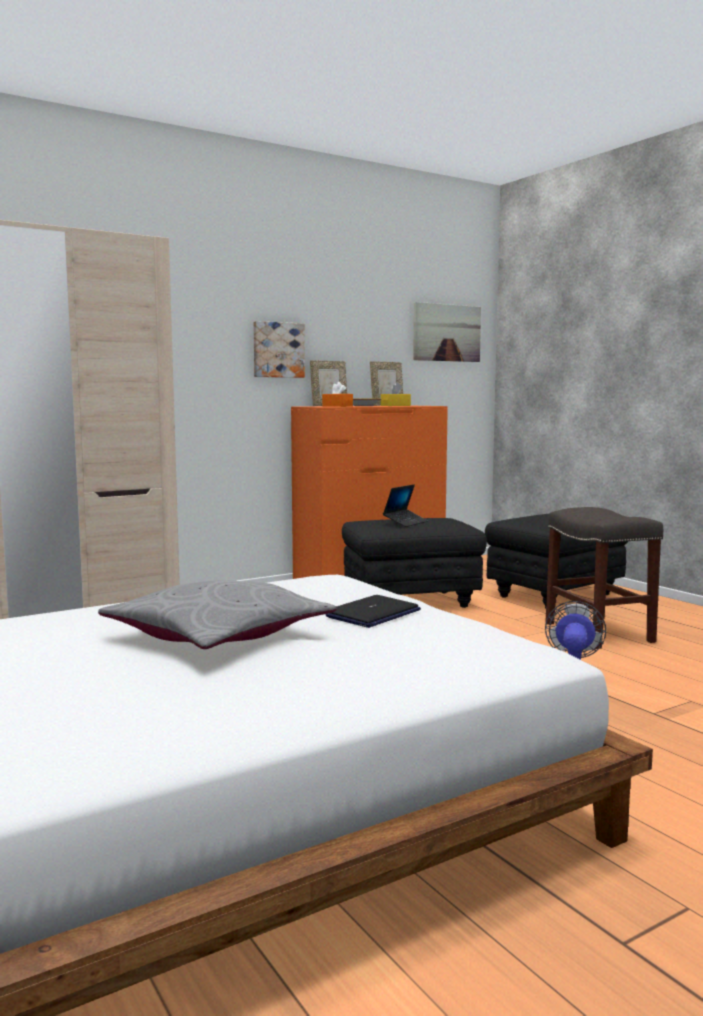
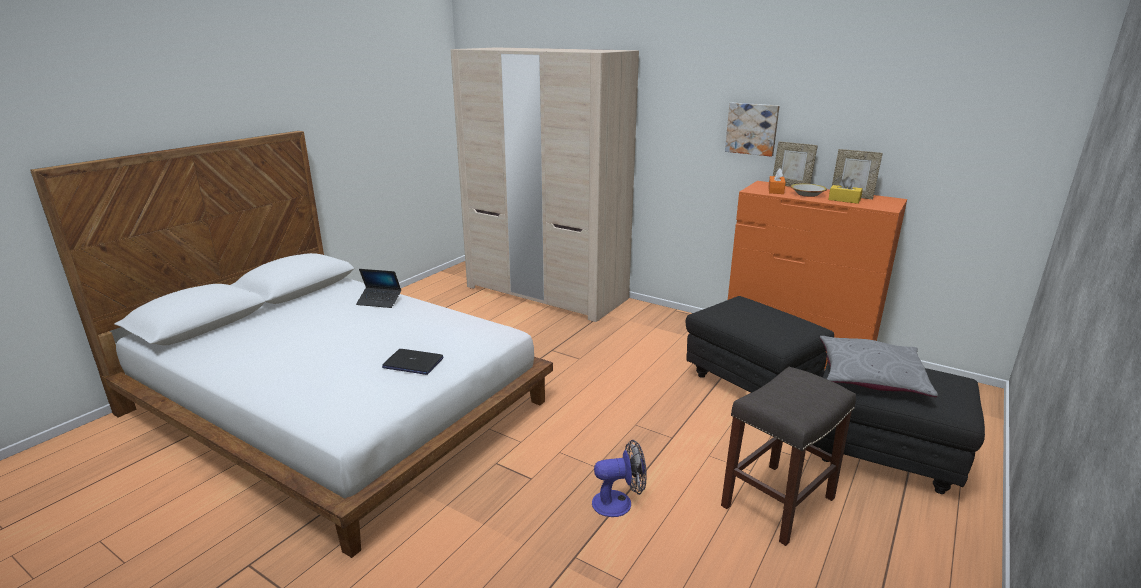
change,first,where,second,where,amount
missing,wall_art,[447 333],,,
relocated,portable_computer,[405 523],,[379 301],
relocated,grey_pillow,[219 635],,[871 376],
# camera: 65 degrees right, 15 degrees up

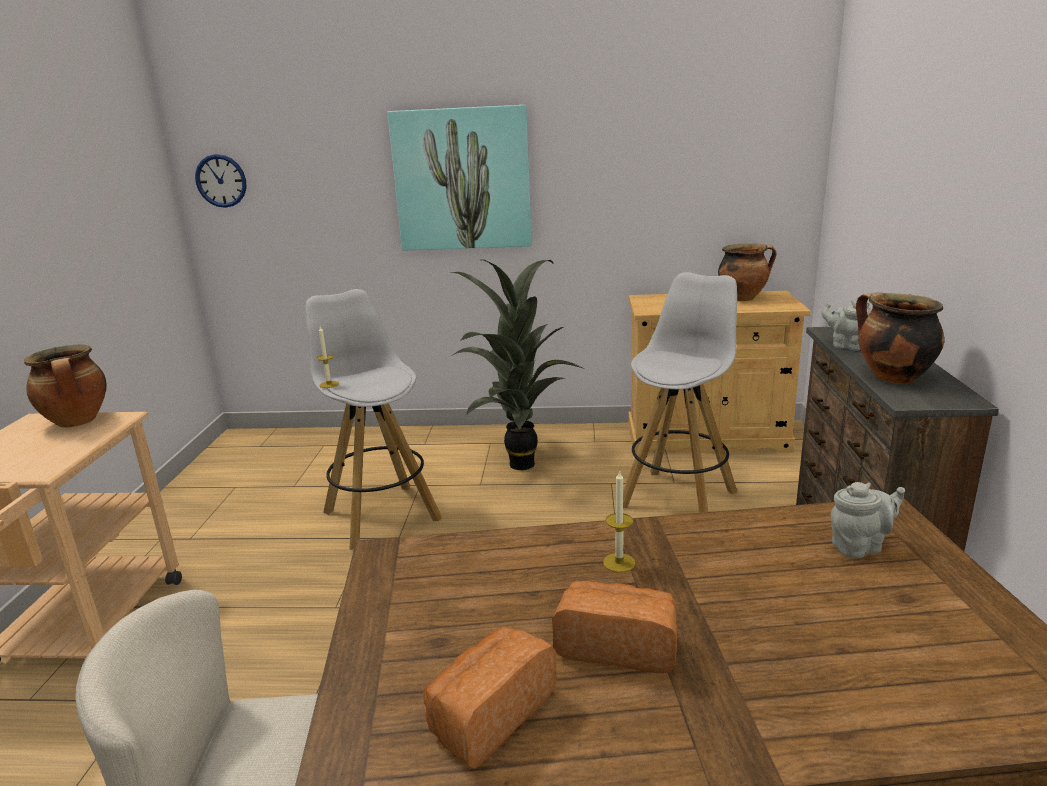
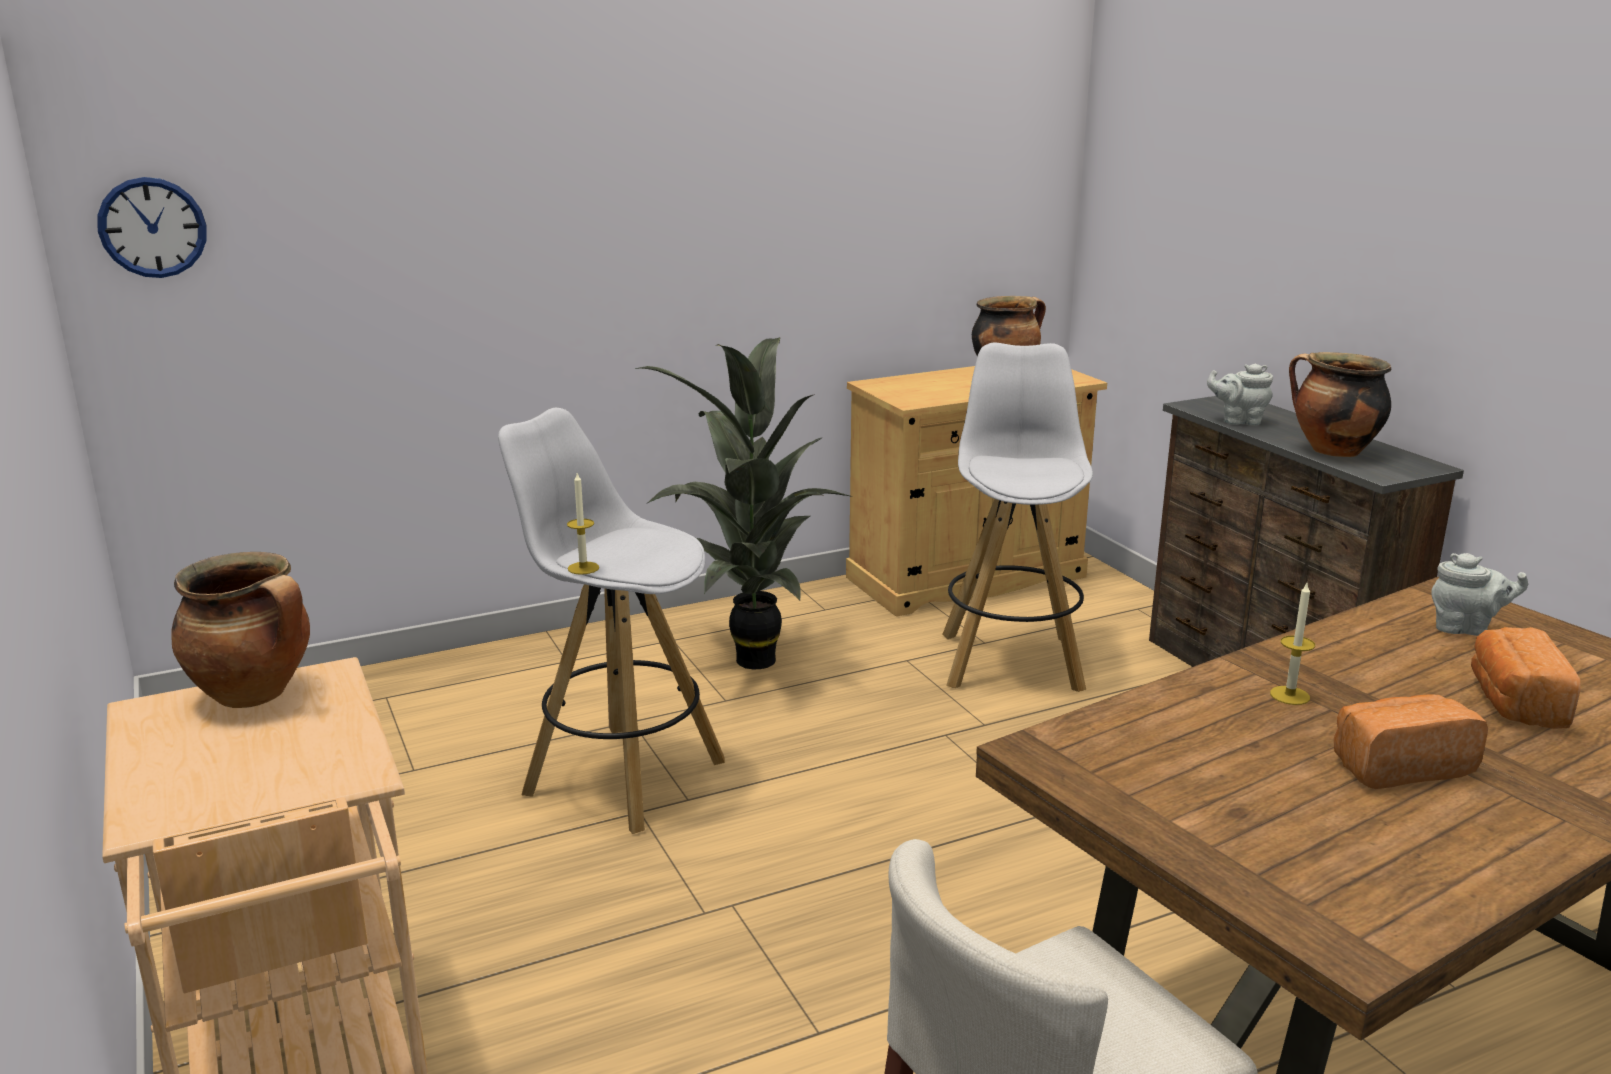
change,first,where,second,where,amount
missing,wall_art,[462 179],,,
spun,grey_teapot,[860 546],,[1466 629],60 degrees clockwise
relocated,bread,[489 714],,[1513 703],
# camera: 30 degrees left, 0 degrees up

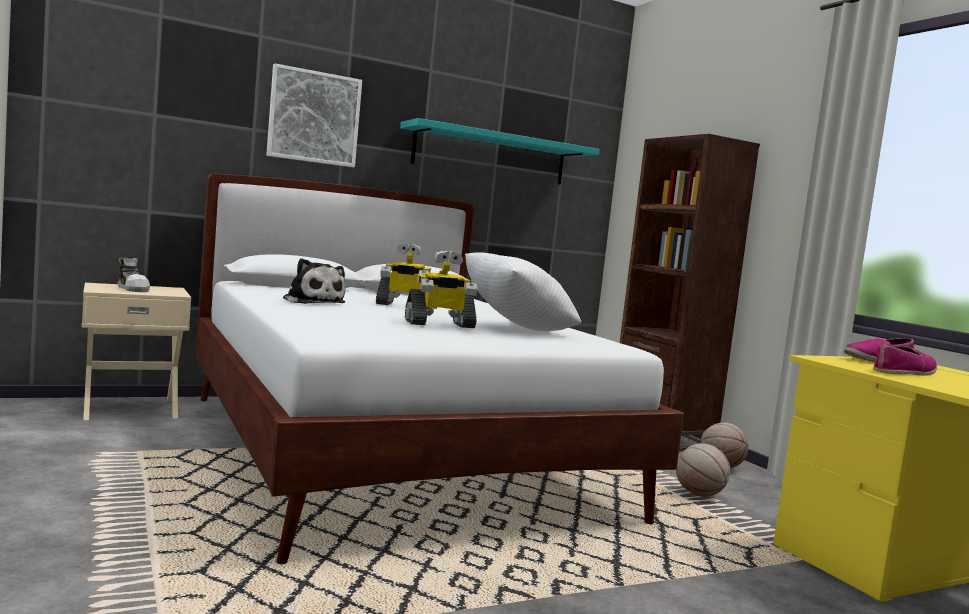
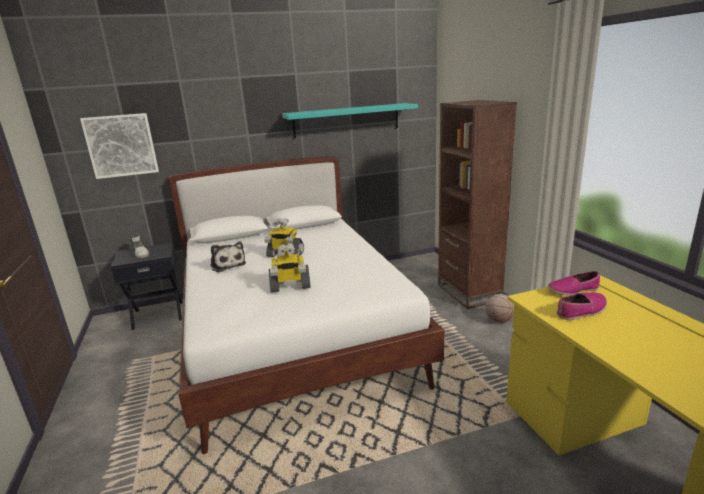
change,first,where,second,where,amount
relocated,wall_art,[314 117],,[121 145],
missing,whitish_pillow,[516 329],,,
colour,sand-coloured_night_table,[130 408],black_night_table,[158 314],
missing,ball_for_basketball,[699 495],,,
# camera: 10 degrees right, 15 degrees up

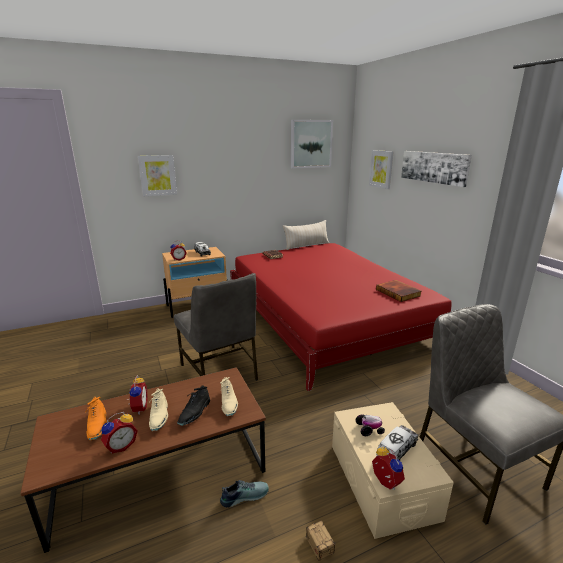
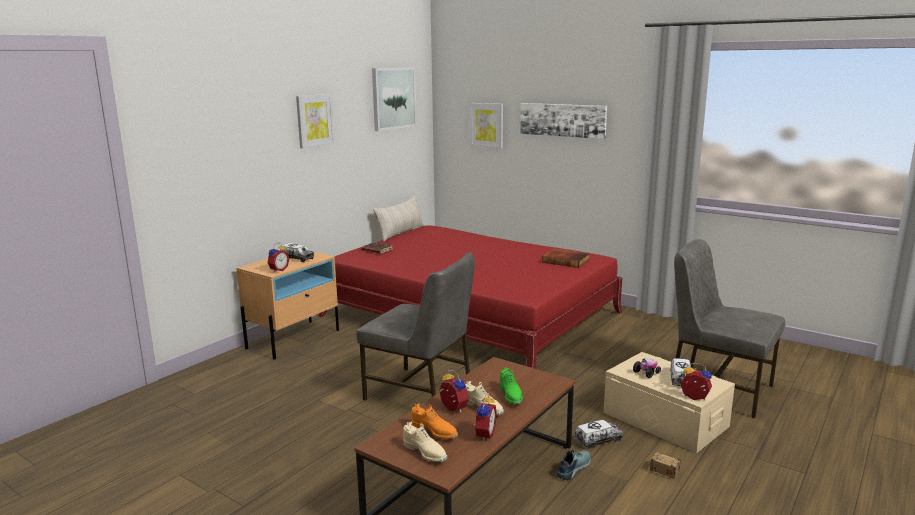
change,first,where,second,where,amount
relocated,wall_art,[157 175],,[314 120],
relocated,sand-coloured_low_shoe,[229 403],,[425 453],
colour,black_low_shoe,[195 413],greenish_low_shoe,[511 396],
appeared,,,toy_lorry,[598 440],
# camera: 30 degrees left, 5 degrees down

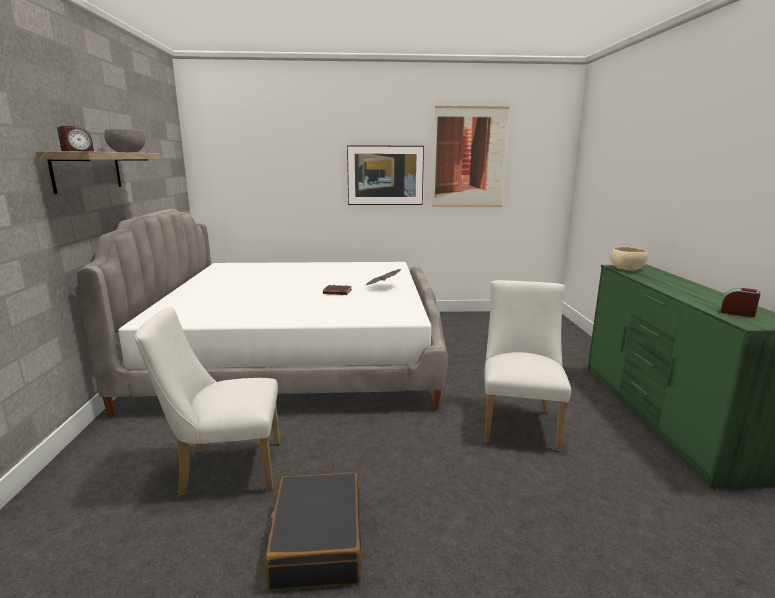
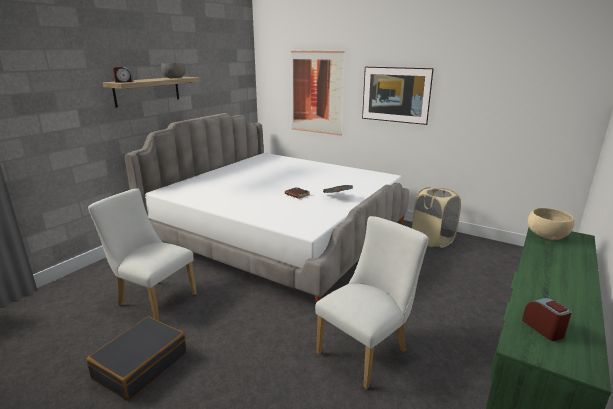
change,first,where,second,where,amount
relocated,wall_art,[469 157],,[316 92],
appeared,,,sand-coloured_washing_basket,[433 240],
# camera: 35 degrees right, 5 degrees up

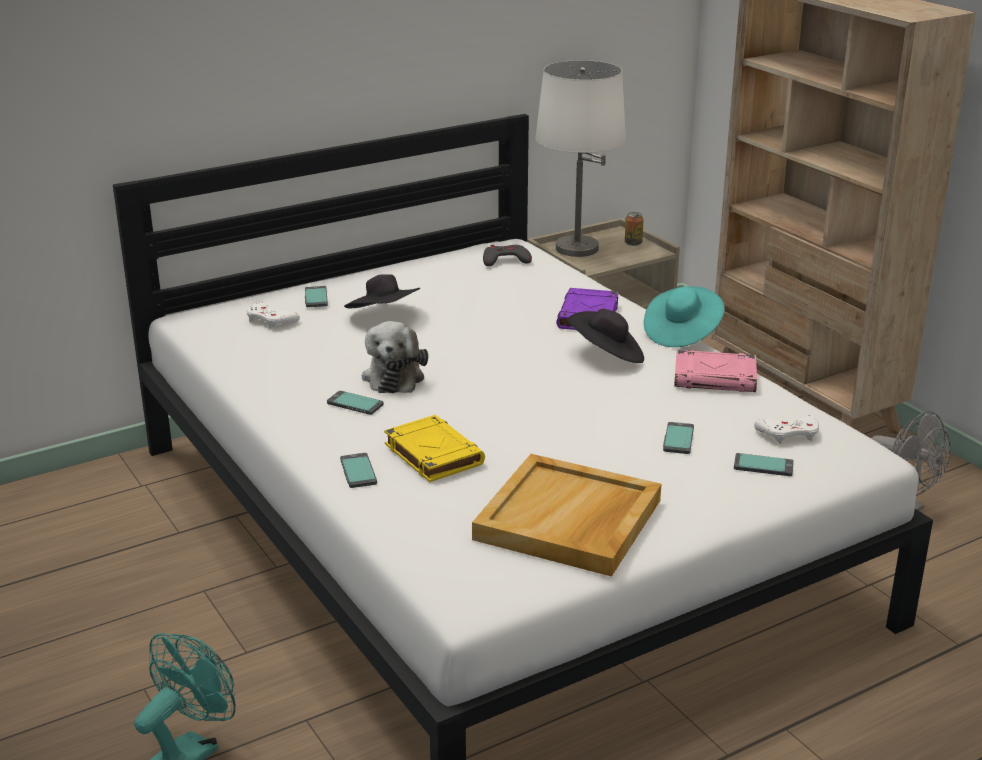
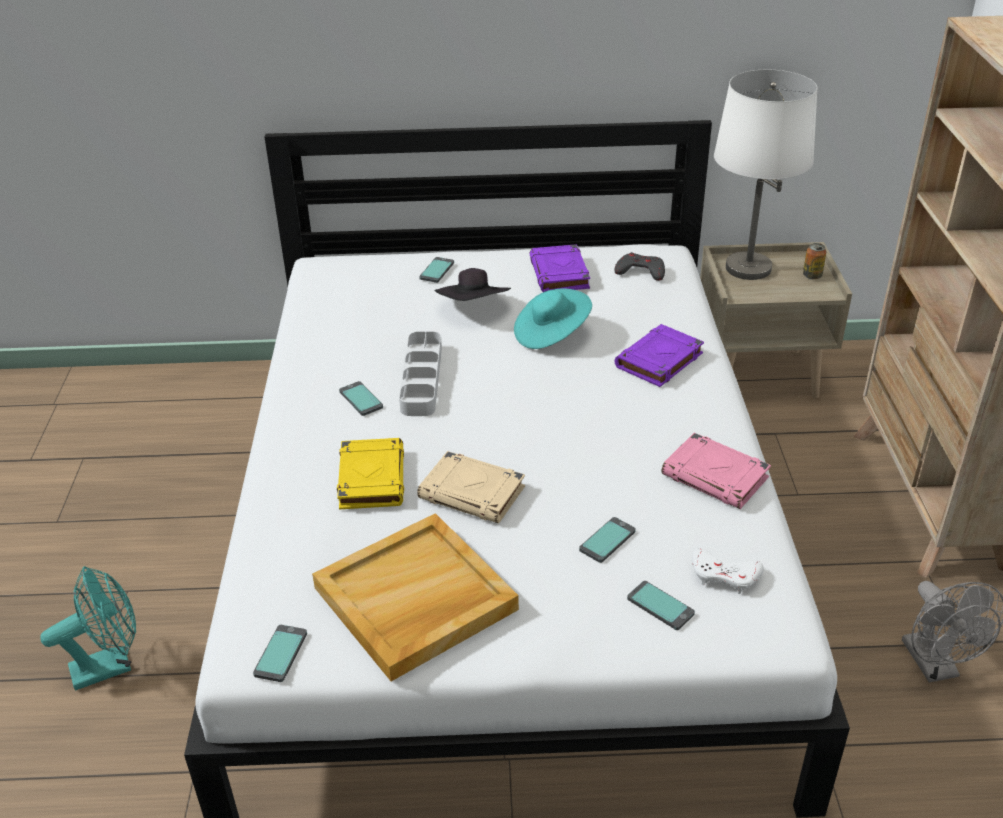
change,first,where,second,where,amount
relocated,blue-green_clothing_hat,[682 333],,[551 334],
missing,whitish_game_controller,[271 320],,,
missing,black_clothing_hat,[606 356],,,
exchanged,soft_toy,[394 376],grey_serving_tray,[421 378],
relocated,handset,[358 471],,[280 654],
appeared,,,purplish_bound_book,[560 274],
appeared,,,sand-coloured_bound_book,[473 493],
# camera: 30 degrees right, 10 degrees up

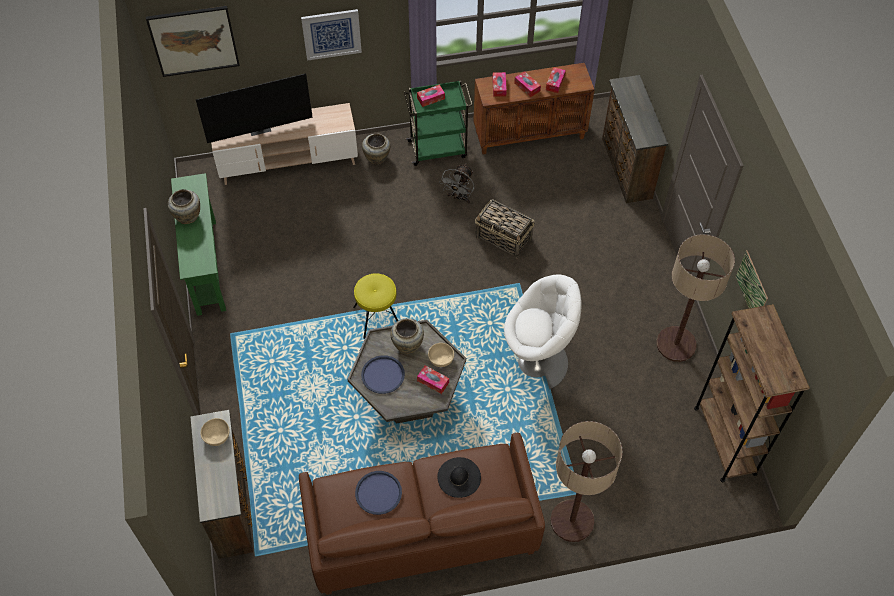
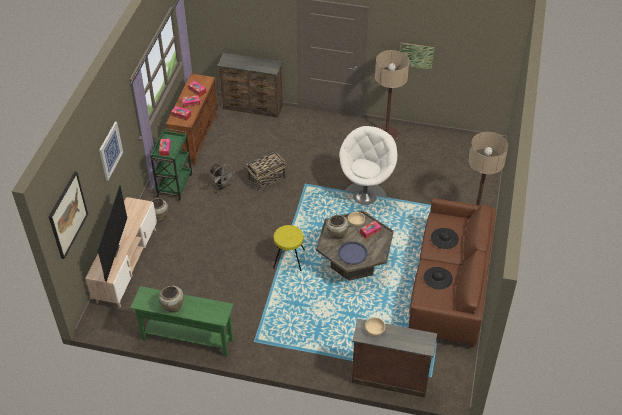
change,first,where,second,where,amount
missing,brown_bookshelf,[725 440],,,
exchanged,blue-coloured_serving_tray,[378 493],black_clothing_hat,[438 278],
# camera: 65 degrees left, 10 degrees down

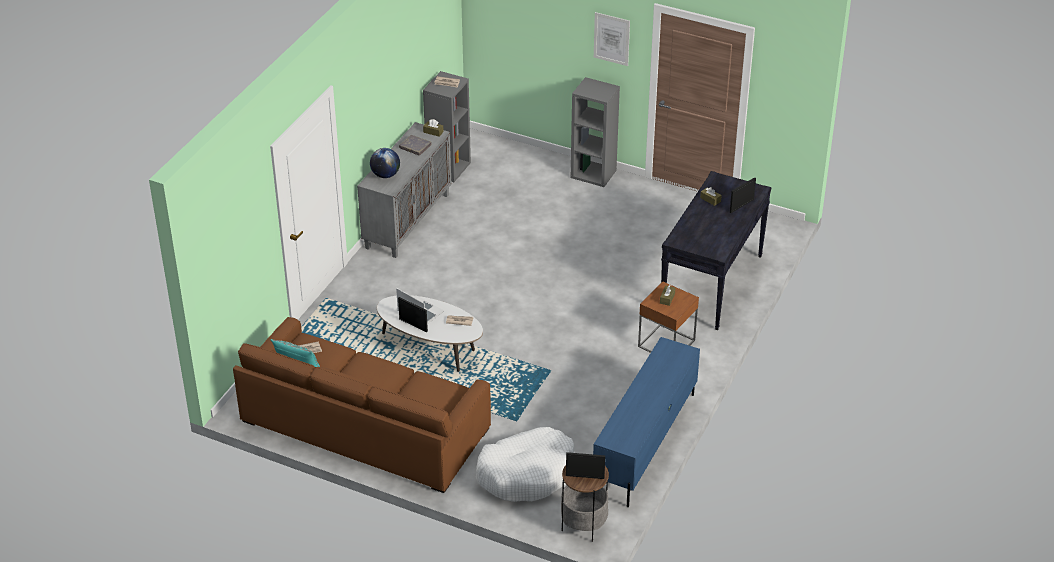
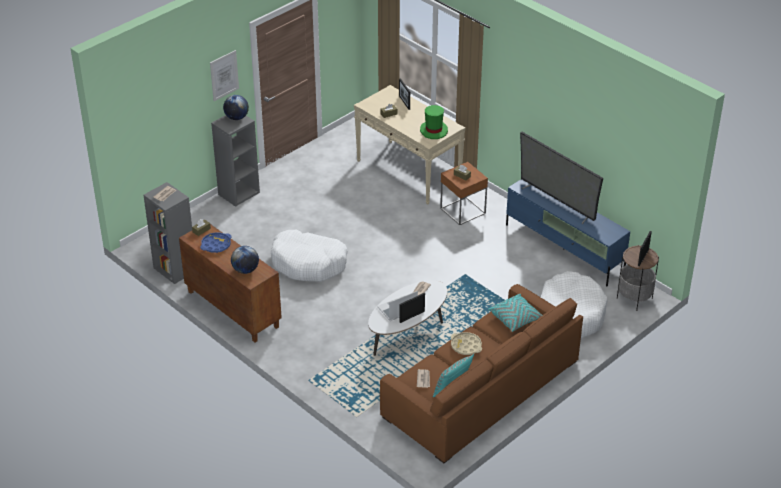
change,first,where,second,where,amount
colour,grey_cupboard,[407 220],brown_cupboard,[232 309],
exchanged,grey_bound_book,[415 147],blue-coloured_serving_tray,[216 245],
colour,black_hall_table,[712 284],sand-coloured_hall_table,[409 172],
appeared,,,globe,[236 117],
appeared,,,greenish_clothing_hat,[434 130],
appeared,,,TV,[557 201],
appeared,,,whitish_dog_bed,[309 263],
appeared,,,blue-green_pillow,[515 318],
appeared,,,sand-coloured_serving_tray,[466 346],
# camera: 70 degrees left, 0 degrees up

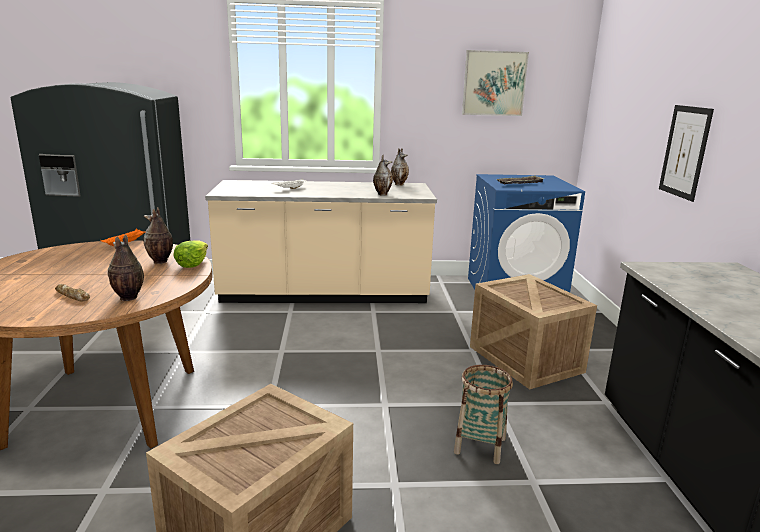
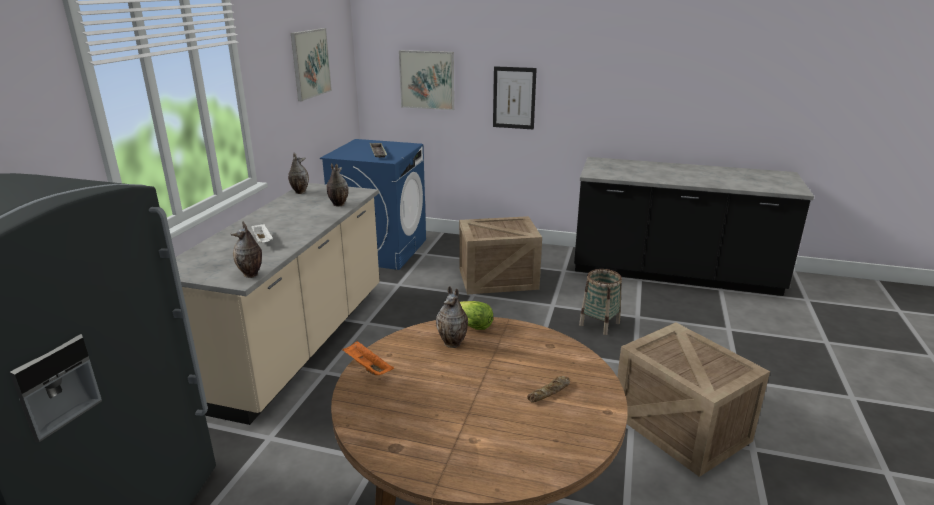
change,first,where,second,where,amount
relocated,decorative_vase,[128 298],,[251 274],
appeared,,,wall_art,[427 80],
# camera: 70 degrees left, 5 degrees up

